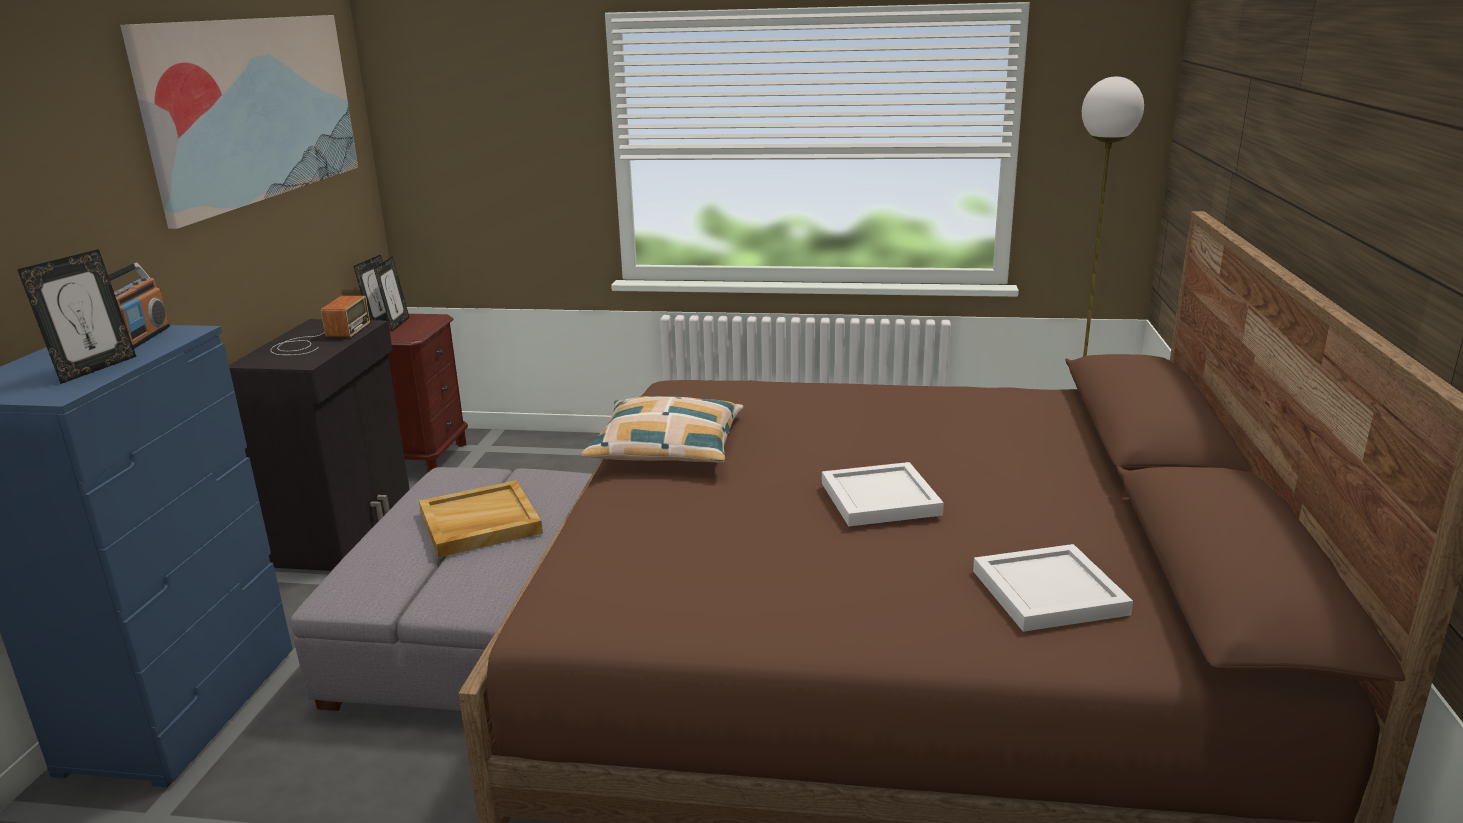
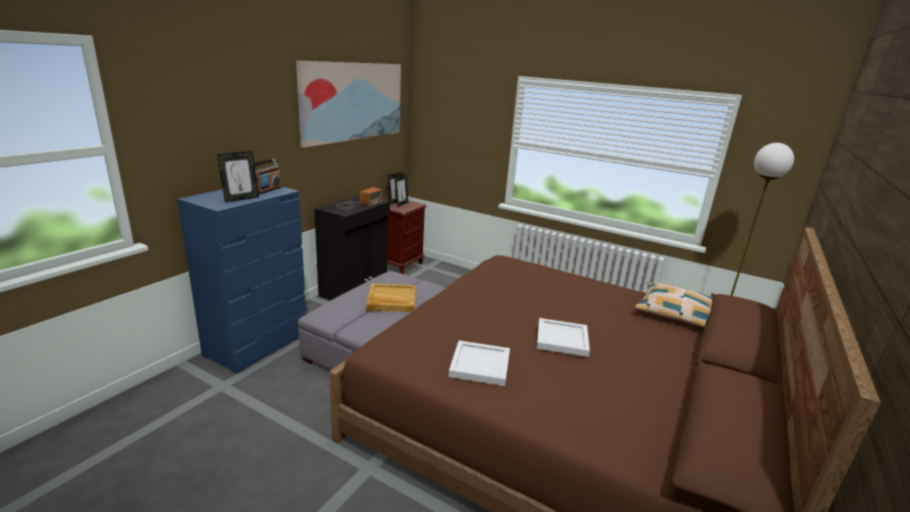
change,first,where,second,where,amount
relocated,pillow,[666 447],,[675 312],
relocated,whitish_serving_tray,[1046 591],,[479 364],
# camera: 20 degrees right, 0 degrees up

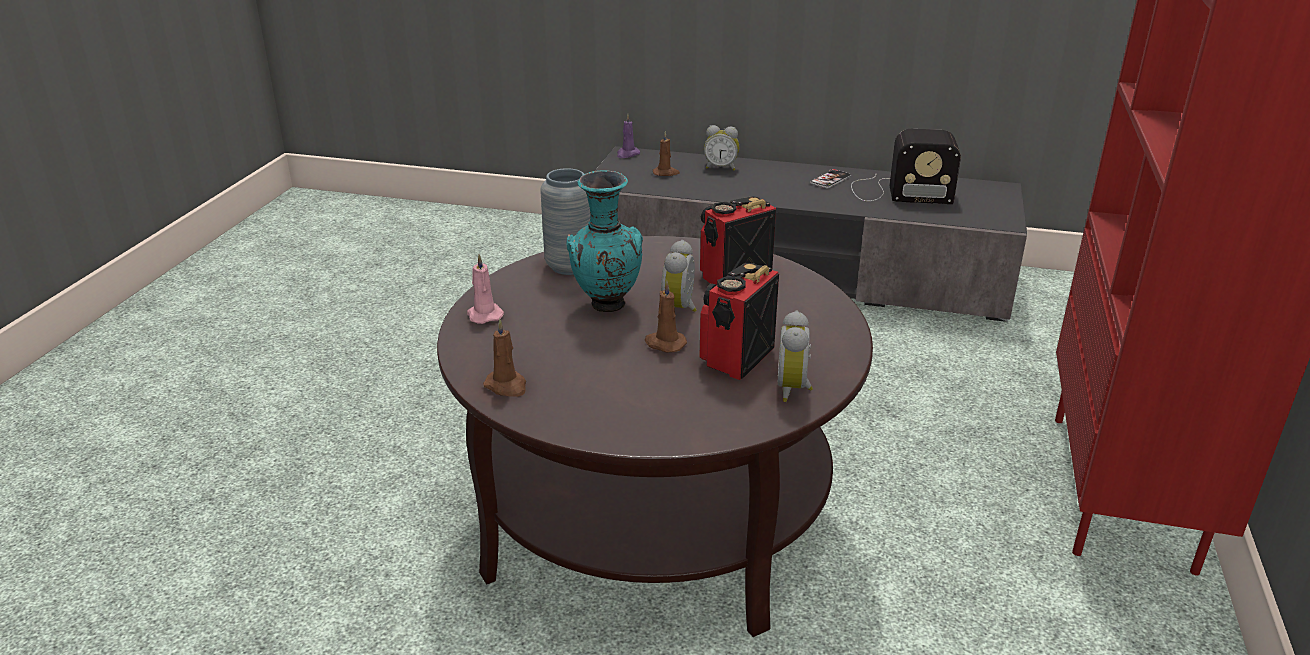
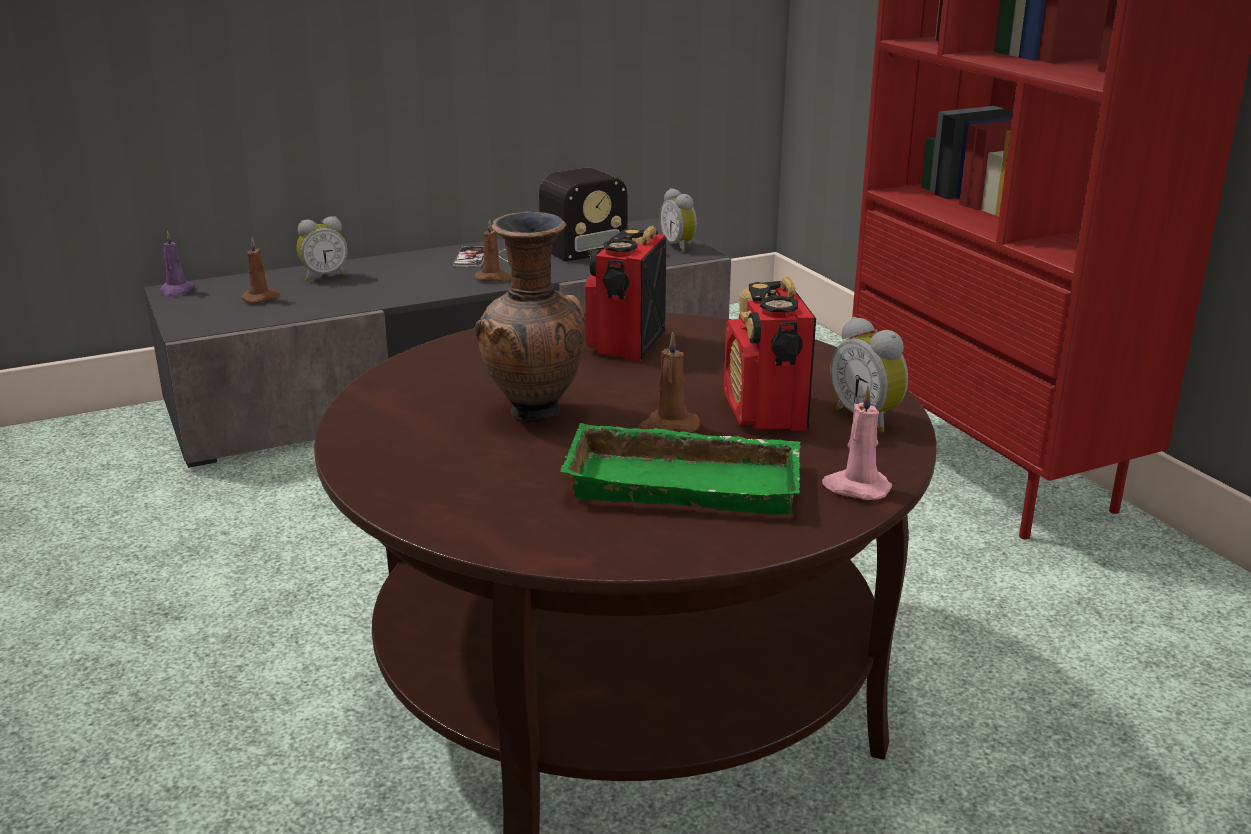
change,first,where,second,where,amount
missing,grey_decorative_vase,[569 266],,,
colour,blue-green_decorative_vase,[606 307],brown_decorative_vase,[535 416],
relocated,bedside_clock,[681 310],,[680 246],
relocated,pinkish_wax_light,[484 315],,[855 488],
relocated,brown_wax_light,[507 386],,[493 278],
appeared,,,greenish_serving_tray,[687 481],
# camera: 40 degrees left, 5 degrees down

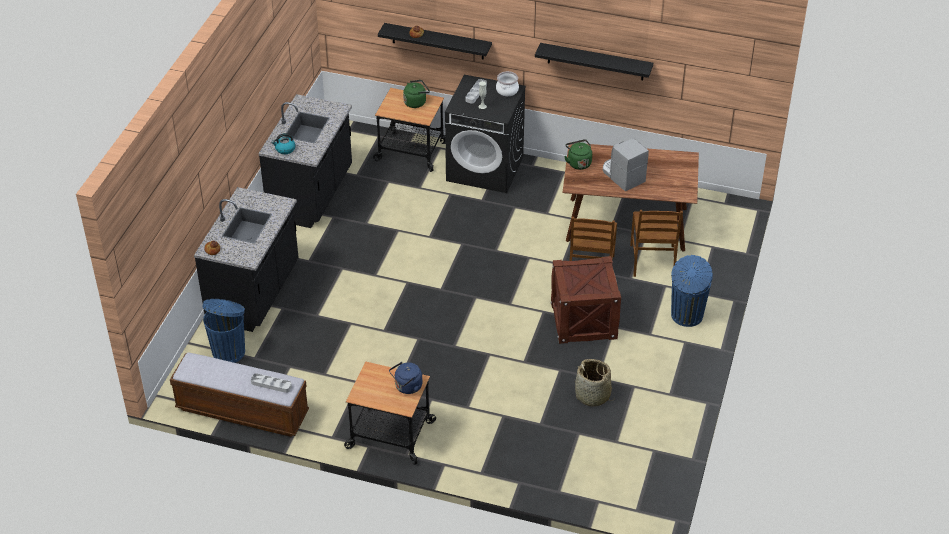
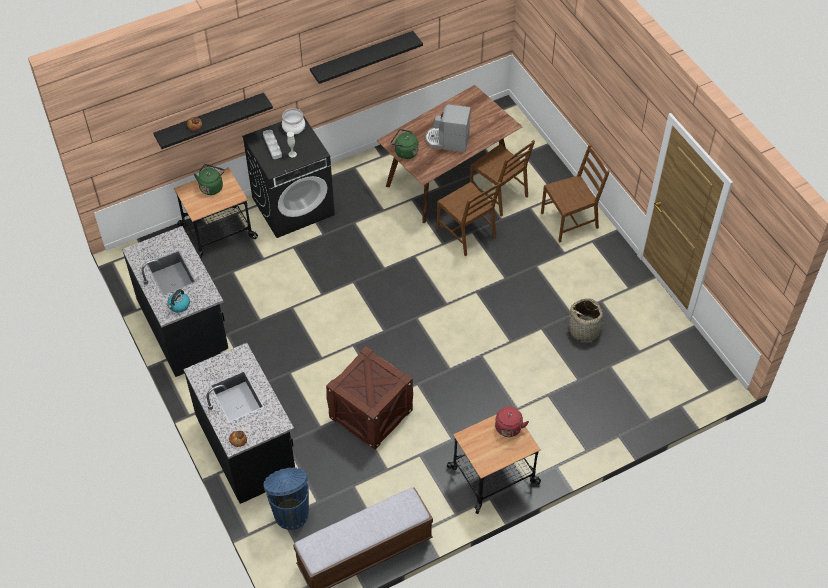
change,first,where,second,where,amount
exchanged,blue-coloured_rubbish_bin,[686 316],brown_chair,[570 220],
relocated,packing_crate,[583 320],,[371 414],
colour,blue-coloured_tea_kettle,[407 387],reddish_tea_kettle,[508 429],
missing,grey_serving_tray,[271 384],,,
# camera: 45 degrees left, 10 degrees up

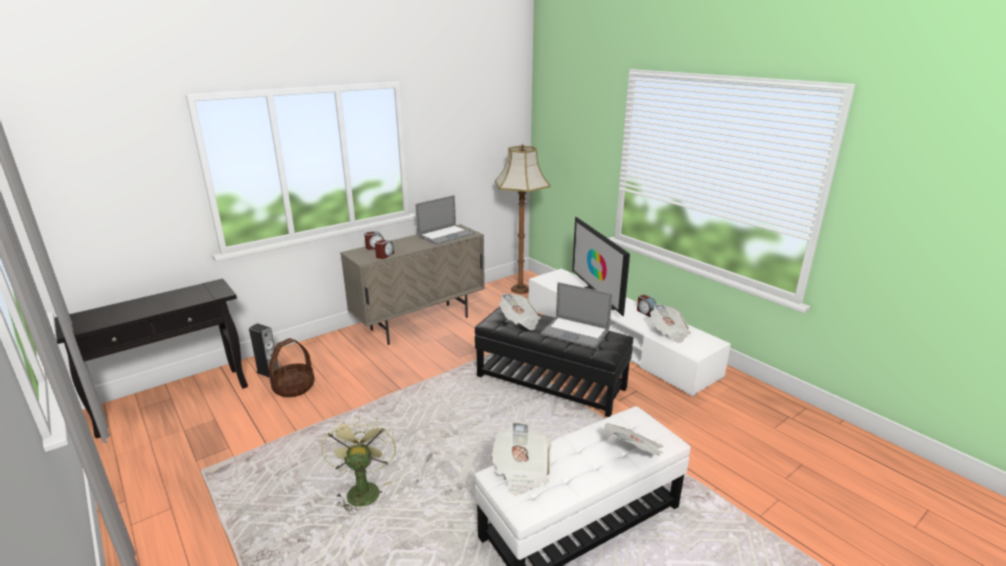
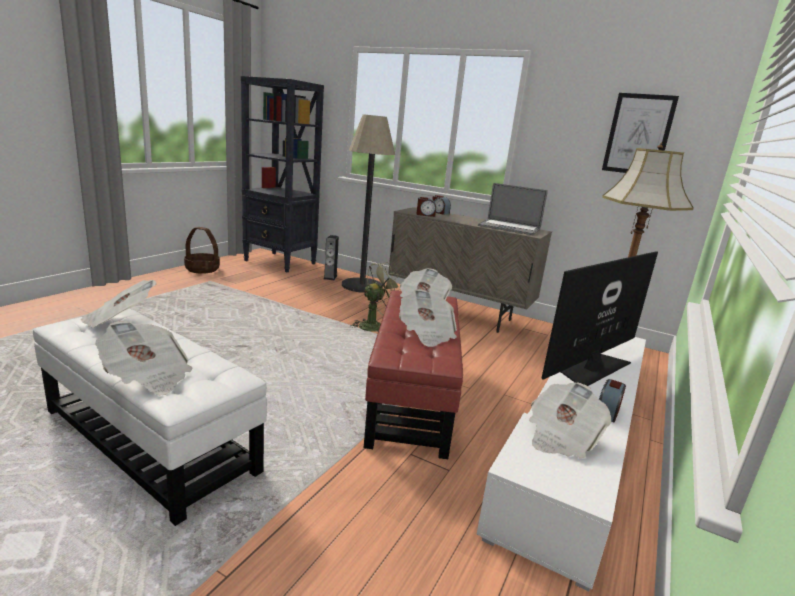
change,first,where,second,where,amount
exchanged,black_hall_table,[174 400],black_bookshelf,[280 262],
exchanged,portable_computer,[575 332],printed_paper,[426 333],
colour,black_pouffe,[550 382],reddish_pouffe,[413 395],
relocated,storage_basket,[294 387],,[202 269],
relocated,greenish_electric_fan,[362 489],,[375 326],
appeared,,,wall_art,[638 134],
appeared,,,floor_lamp,[362 285],
# camera: 65 degrees right, 5 degrees down

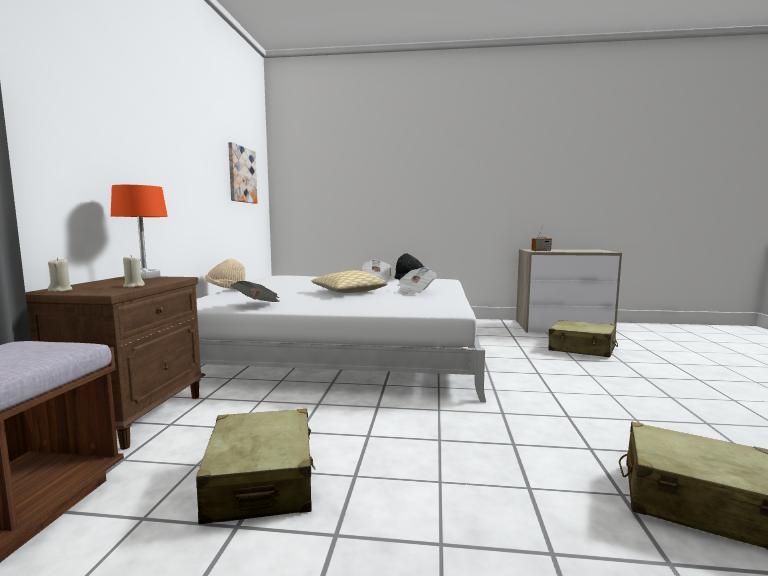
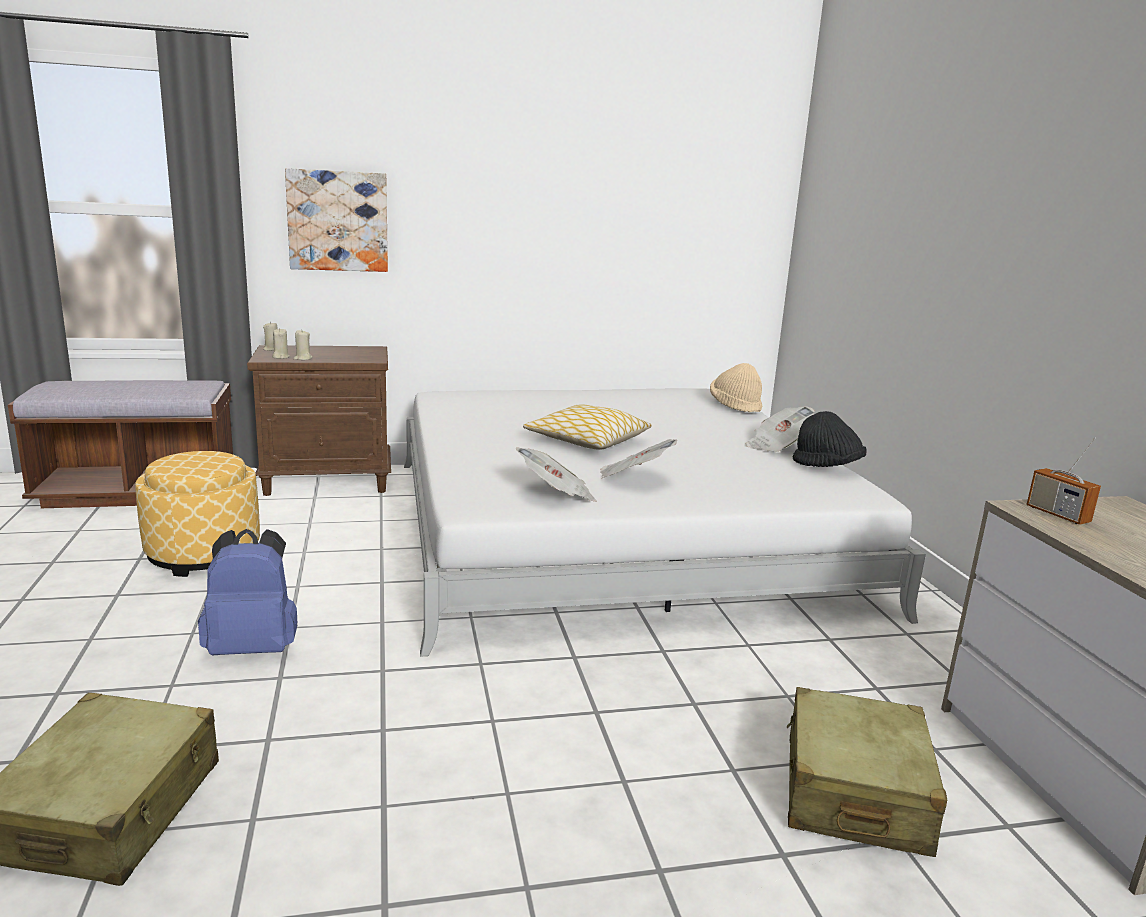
change,first,where,second,where,amount
relocated,wall_art,[241 175],,[338 221],
missing,orange-coloured_table_lamp,[144 277],,,
relocated,sand-coloured_clothing_hat,[226 289],,[735 406],
relocated,printed_paper,[258 305],,[556 495],
exchanged,sand-coloured_travel_case,[261 481],pouffe,[203 554],
appeared,,,sand-coloured_wax_light,[280 357],
appeared,,,blue-coloured_backpack,[253 648],
# camera: 70 degrees right, 10 degrees up

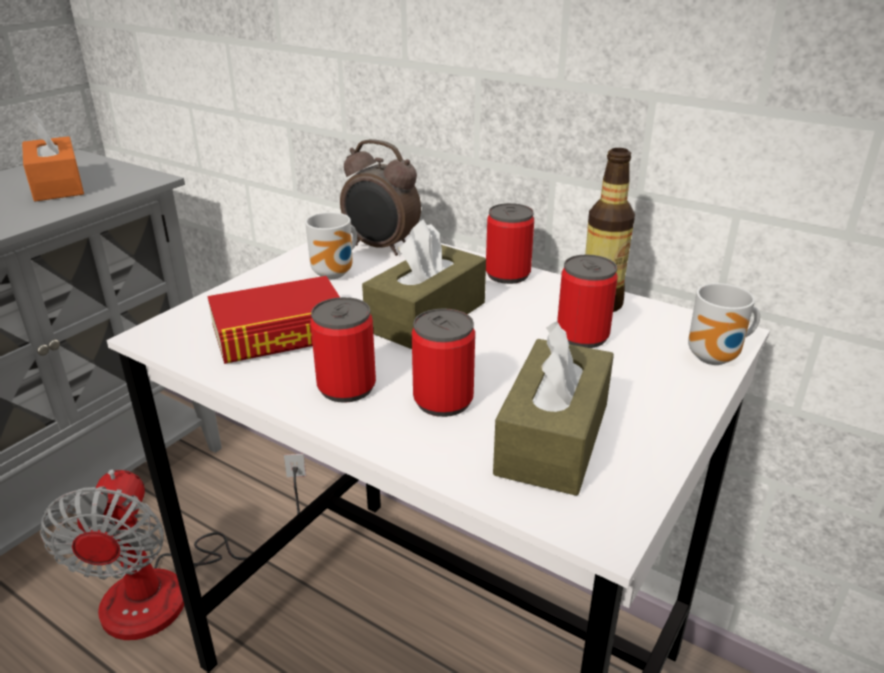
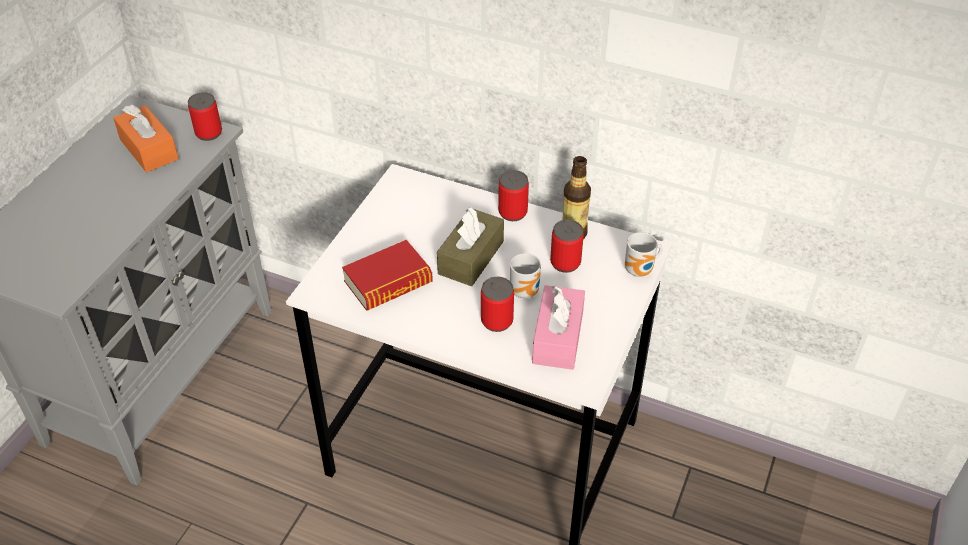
change,first,where,second,where,amount
missing,bedside_clock,[381 248],,,
relocated,mug,[336 274],,[526 291],
relocated,can,[346 387],,[208 133],
colour,brown_tissue_box,[553 438],pinkish_tissue_box,[558 338],
missing,electric_fan,[174 588],,,
# camera: 10 degrees left, 15 degrees up

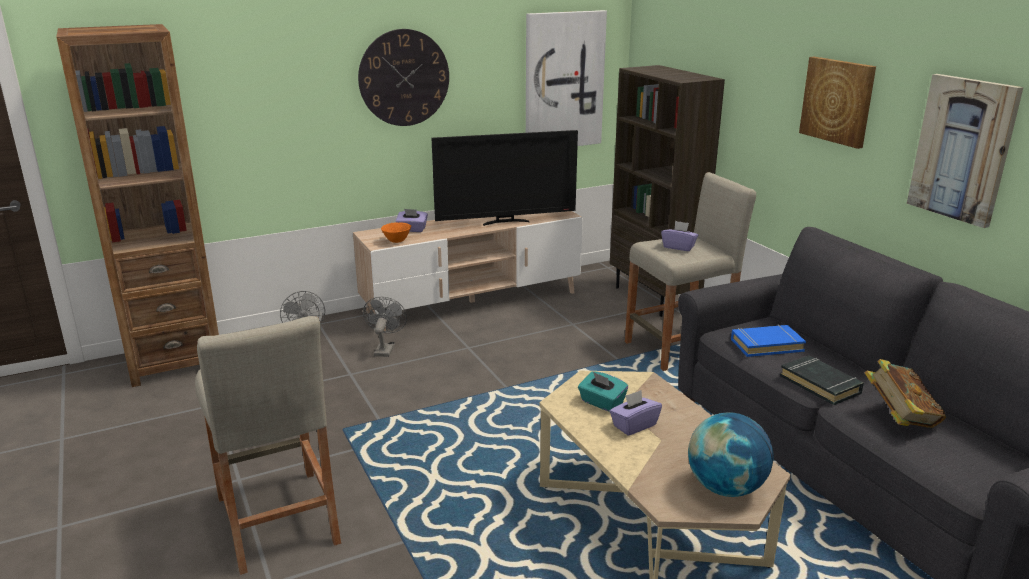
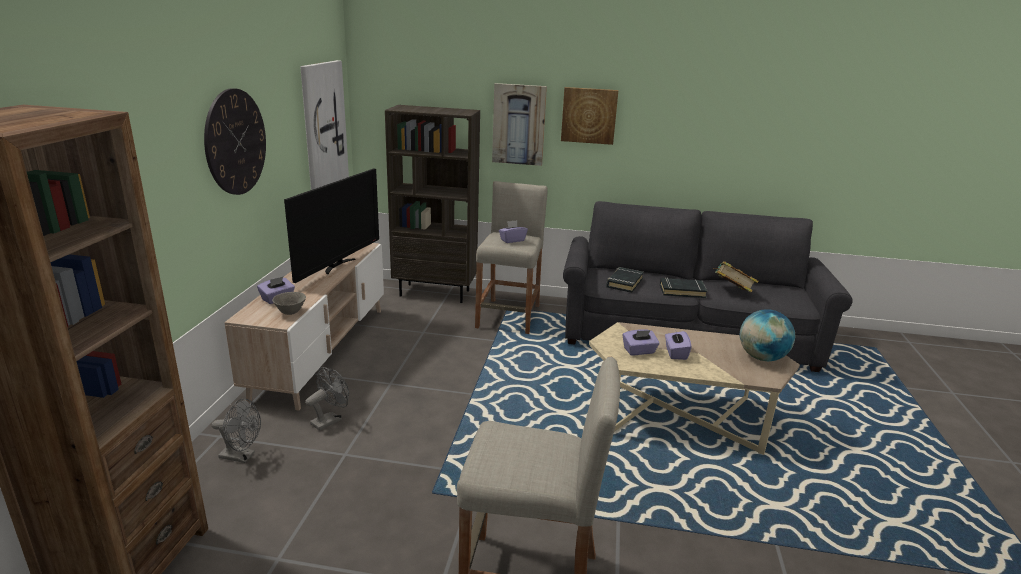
change,first,where,second,where,amount
relocated,wall_art,[963 149],,[519 124],
colour,orange-coloured_deep_dish,[396 241],grey_deep_dish,[290 313],
spun,grey_electric_fan,[385 349],,[330 420],90 degrees clockwise
colour,blue-coloured_bound_book,[766 345],black_bound_book,[624 283],
colour,blue-green_tissue_box,[601 403],purplish_tissue_box,[639 351],
# camera: 55 degrees left, 0 degrees up

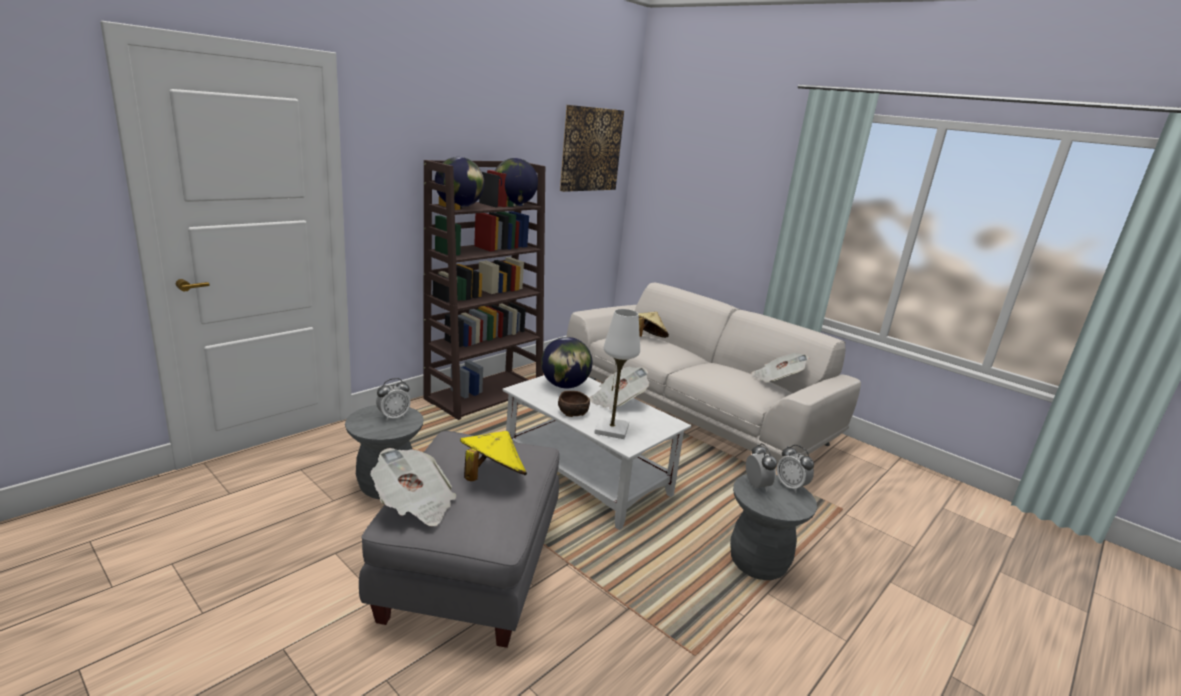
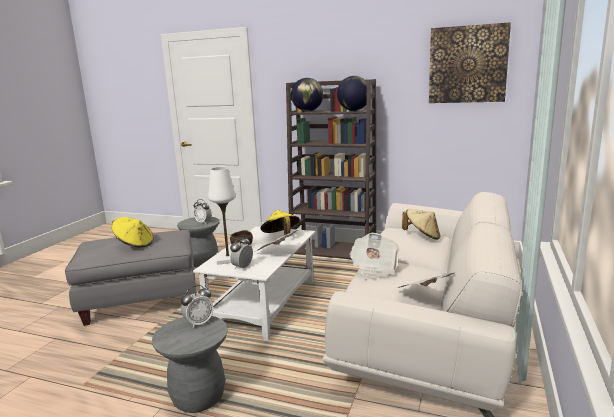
change,first,where,second,where,amount
exchanged,globe,[564 386],yellowish_clothing_hat,[280 236],
relocated,bedside_clock,[791 486],,[242 267],
relocated,printed_paper,[415 504],,[374 269],
# camera: 70 degrees right, 5 degrees down

